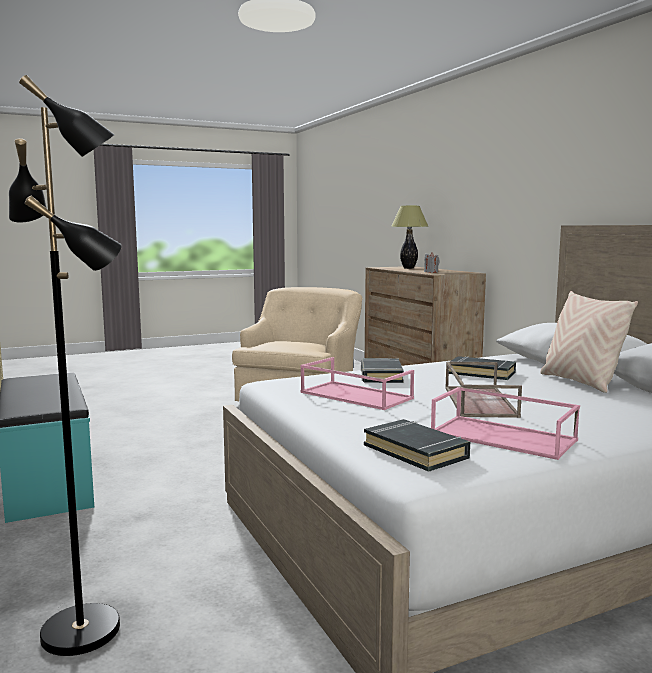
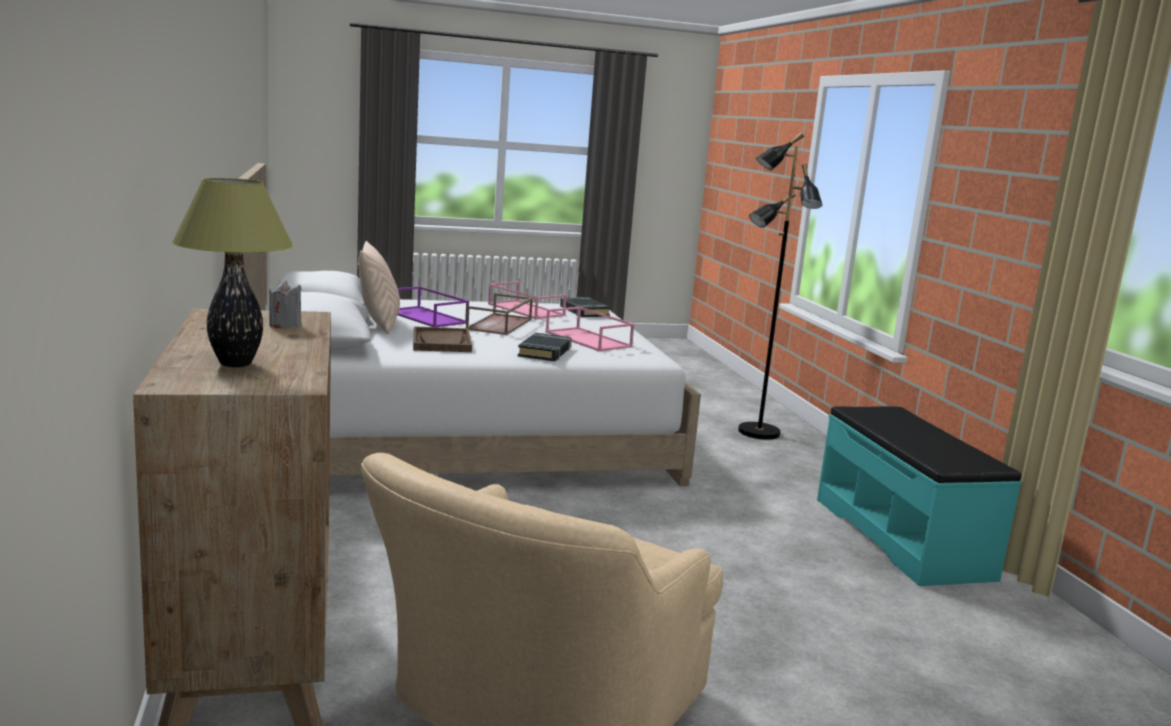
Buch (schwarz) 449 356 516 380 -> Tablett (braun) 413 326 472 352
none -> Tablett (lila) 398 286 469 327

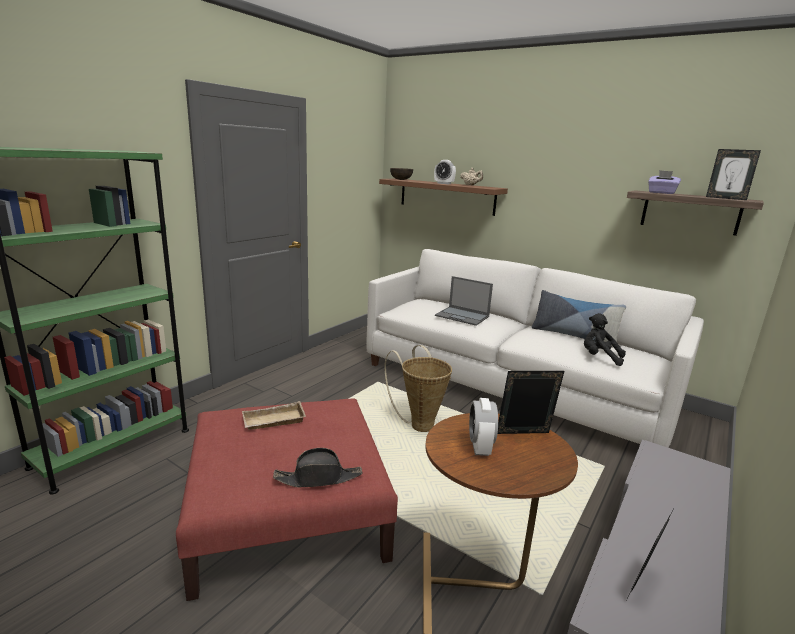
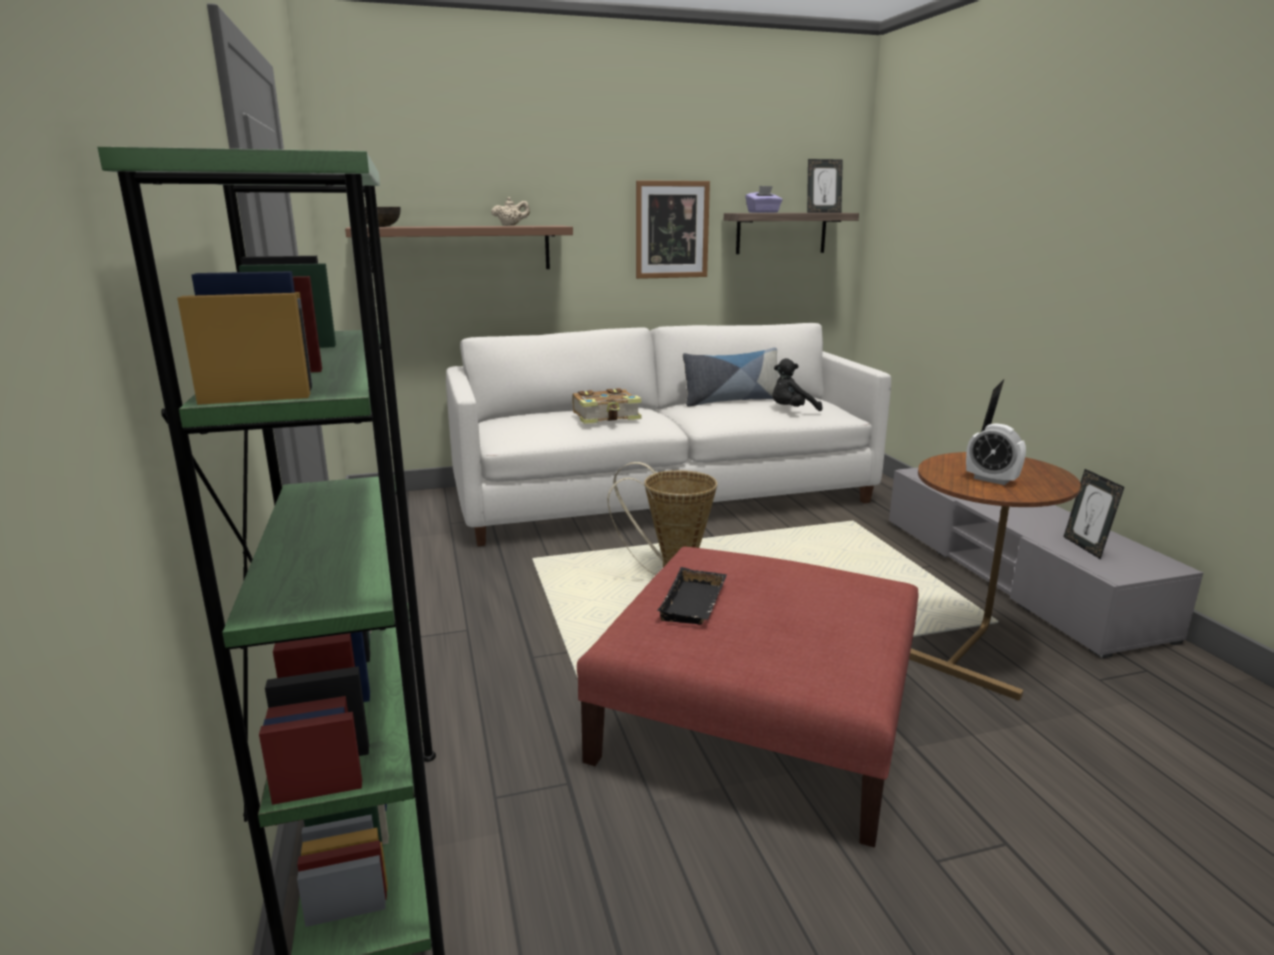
Tablett (beige) 242 401 306 430 -> Tablett (schwarz) 657 567 727 625
Hut (schwarz) 273 448 363 487 -> none
Wecker 434 160 456 184 -> none
Laptop 435 276 493 326 -> Buch 572 388 642 424
none -> Bild 636 180 710 279

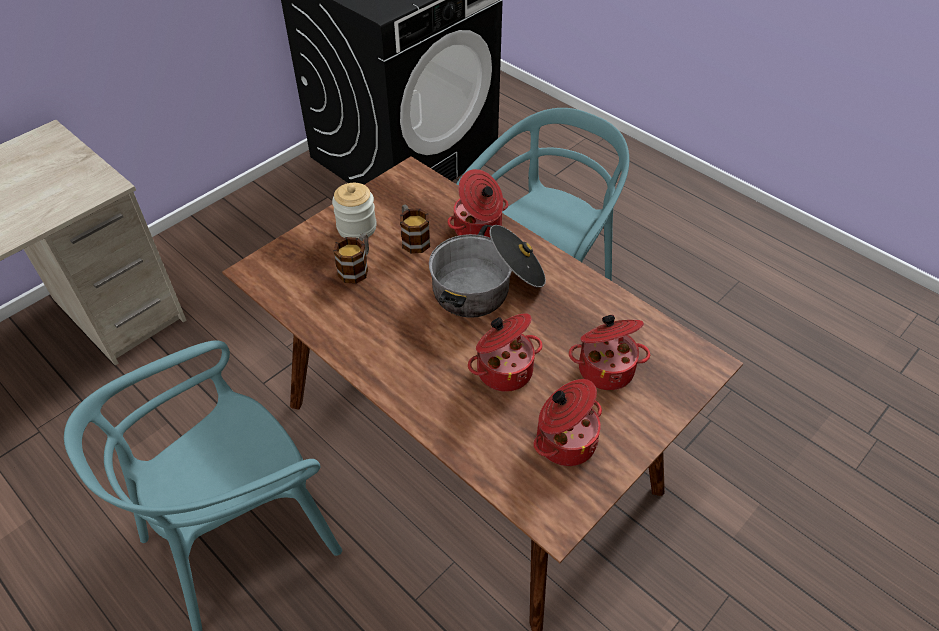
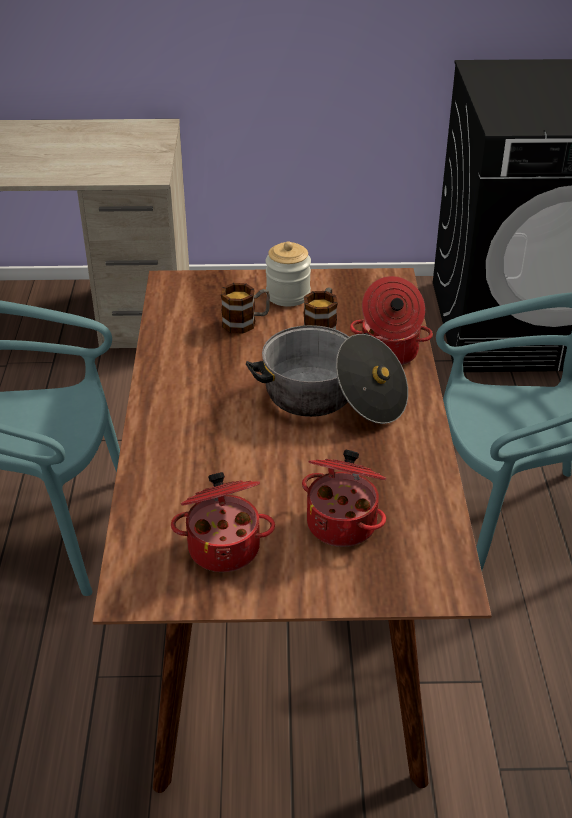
Kochtopf 468 313 543 392 -> none

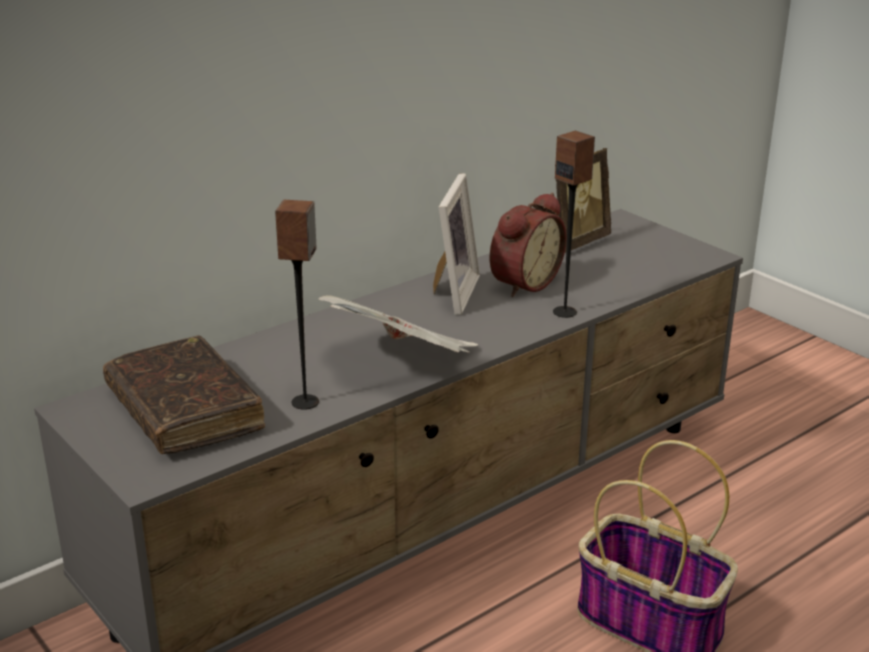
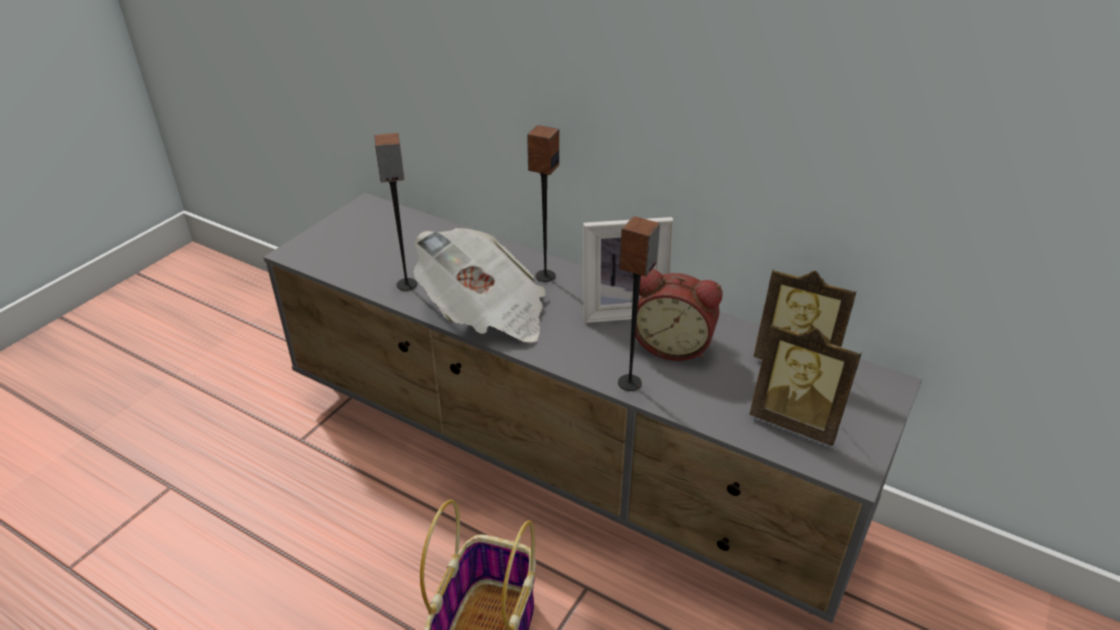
Buch (braun) 103 336 265 454 -> none
none -> Lautsprecher 527 125 559 282
none -> Bilderrahmen 750 322 862 446

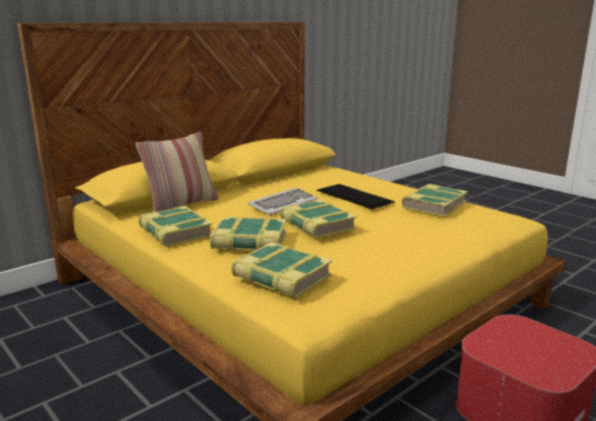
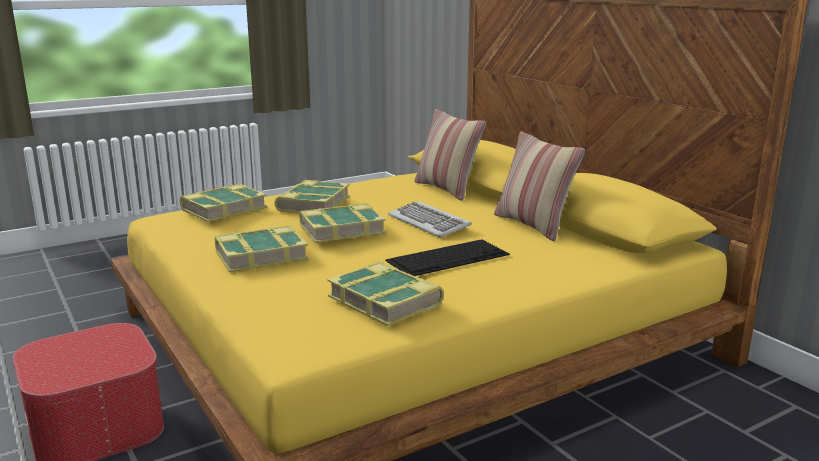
Buch 138 206 212 247 -> Buch 215 225 308 272, shifted
none -> Kissen 494 131 585 241

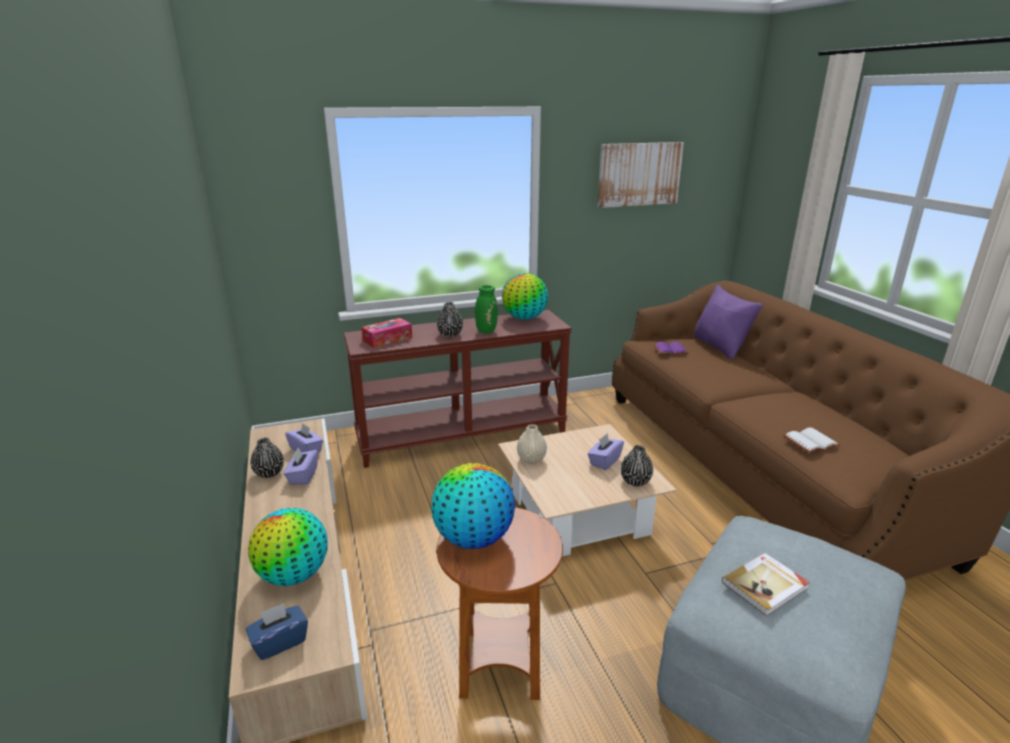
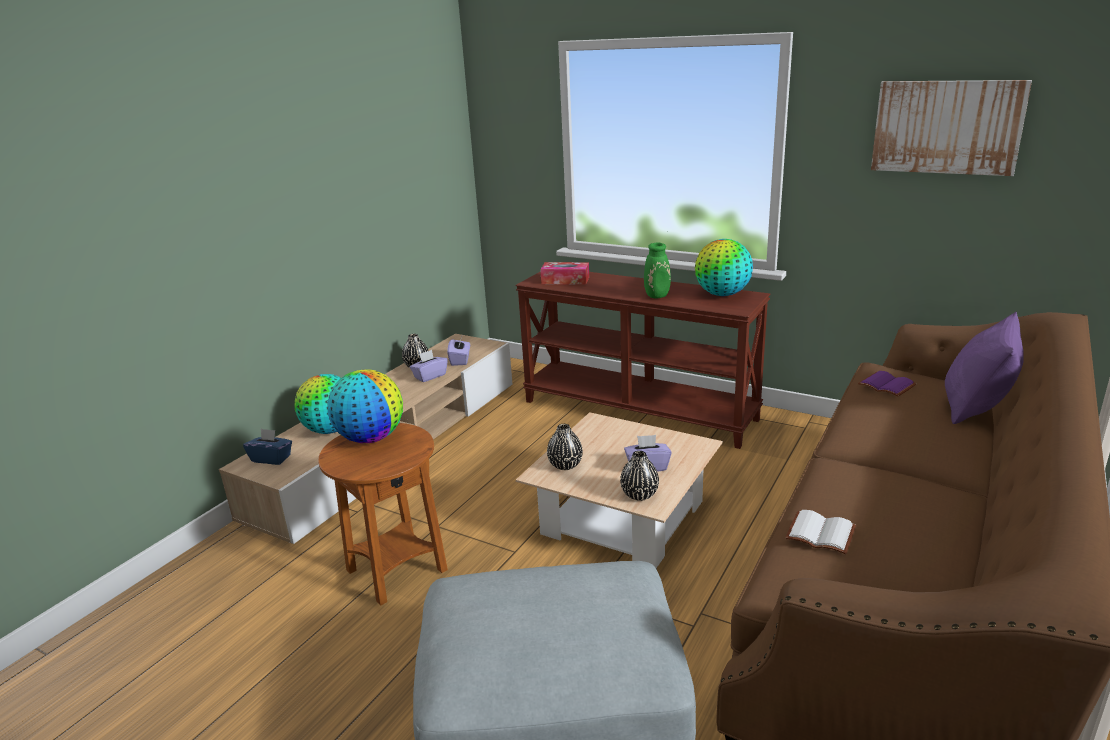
Vase (schwarz) 437 302 463 337 -> Vase (schwarz) 547 424 583 470, shifted
Vase (beige) 517 424 547 464 -> none
Buch 722 553 810 616 -> none

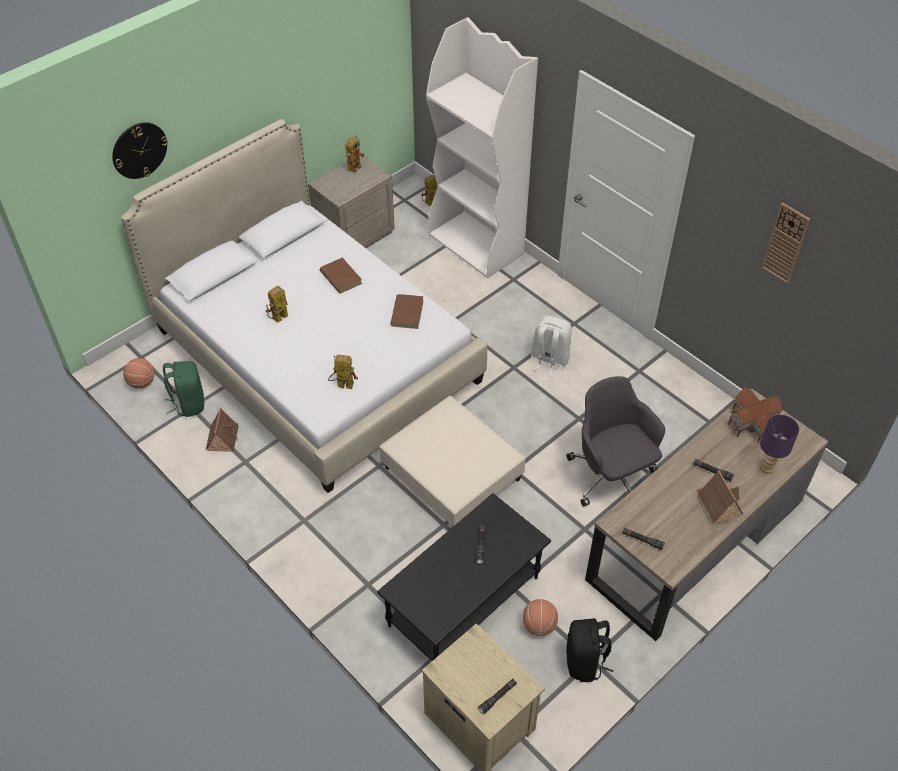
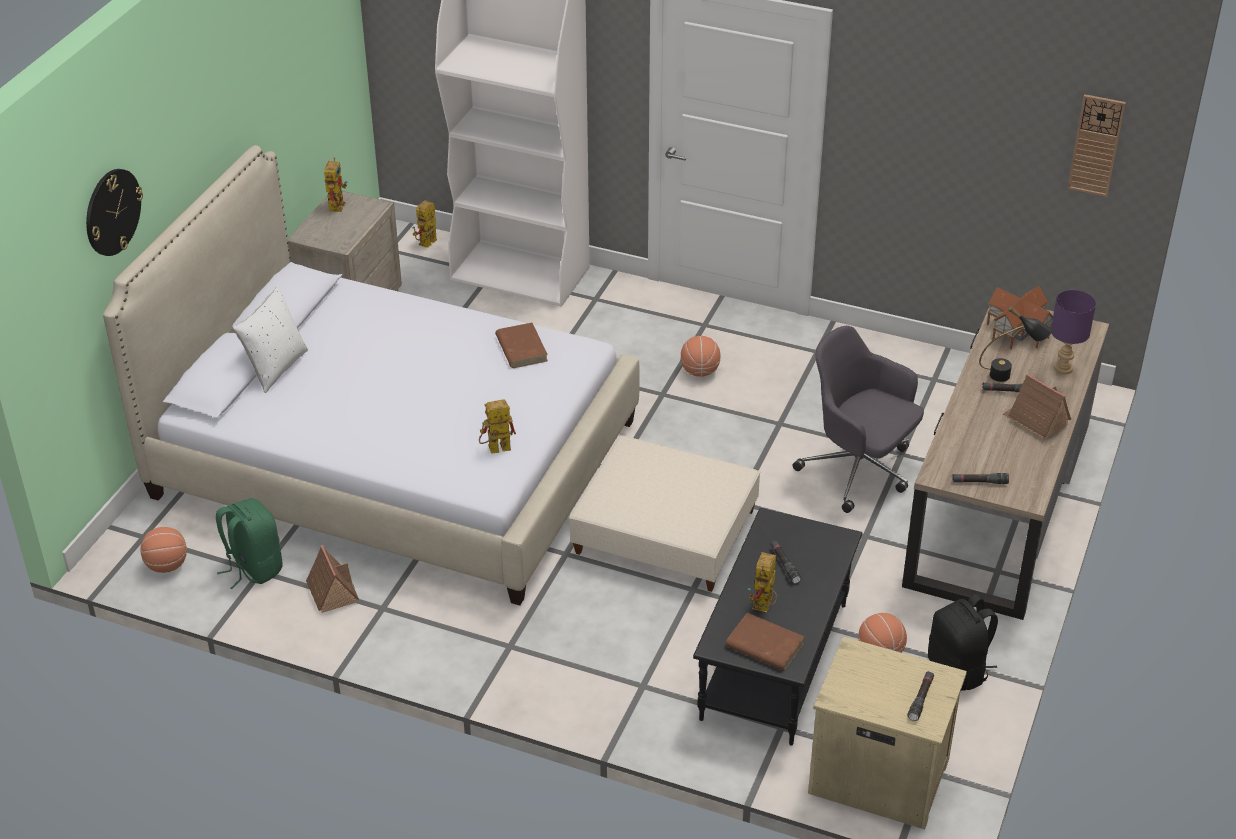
Spielzeugroboter 265 285 288 323 -> Spielzeugroboter 748 552 777 612, shifted
Buch (braun) 320 257 362 294 -> Buch (braun) 725 613 805 671, shifted
Rucksack (weiß) 531 316 572 376 -> Basketball 681 336 721 377
Wanduhr 762 202 810 284 -> Wanduhr 1067 94 1126 197, shifted
none -> Kissen (weiß) 233 286 308 393
none -> Tischlampe (schwarz) 979 306 1052 382

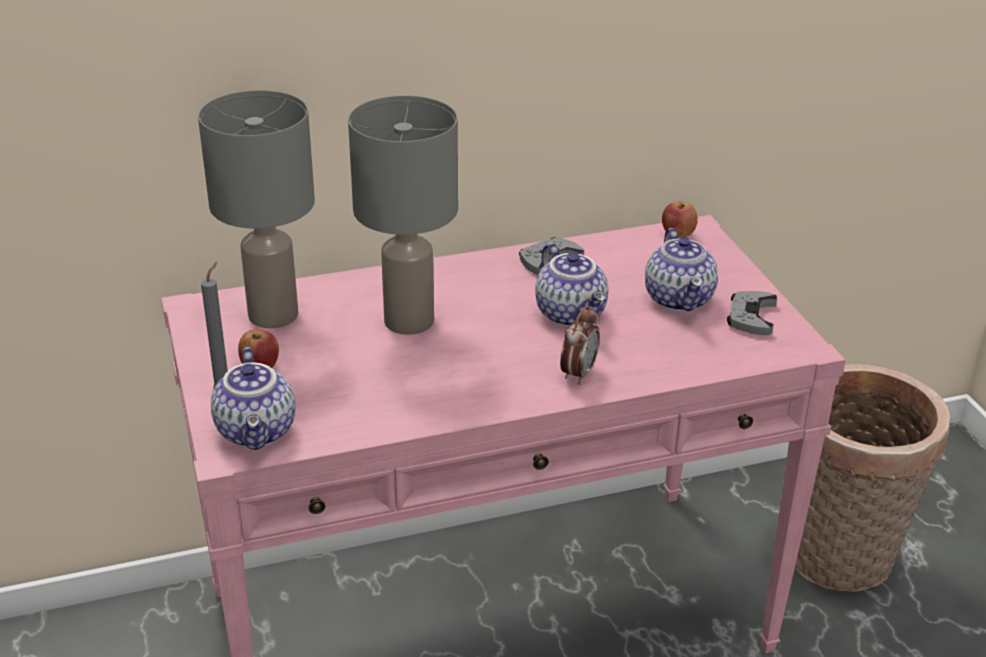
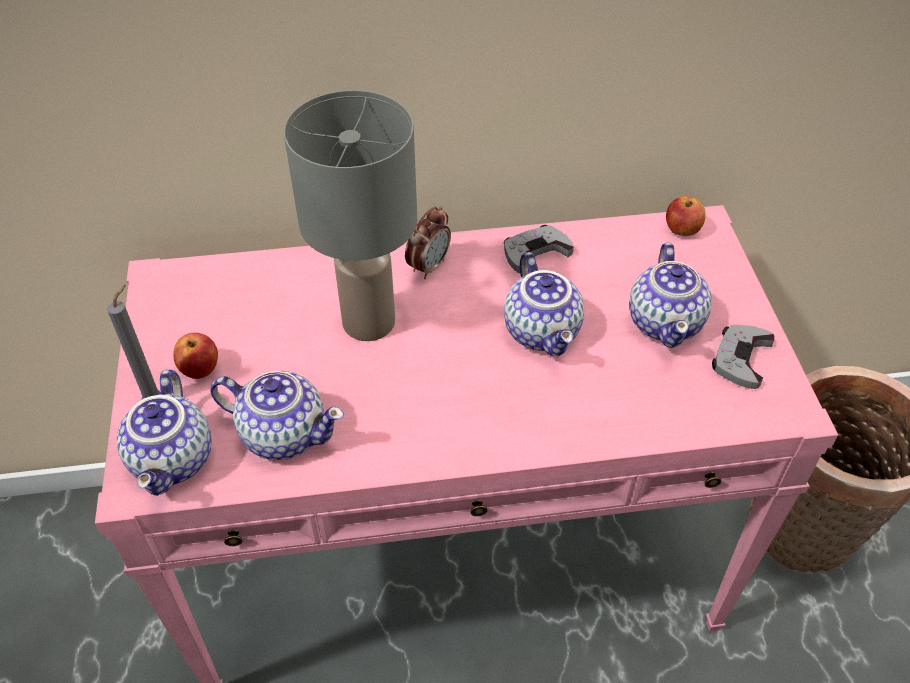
Tischlampe (grau) 198 90 315 328 -> none
Wecker 560 306 600 385 -> Wecker 405 206 451 279, shifted
none -> Teekanne 210 371 344 460

